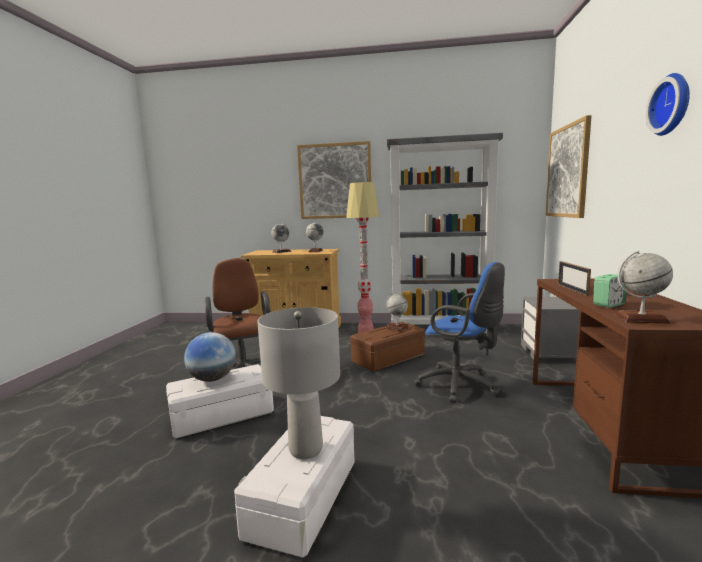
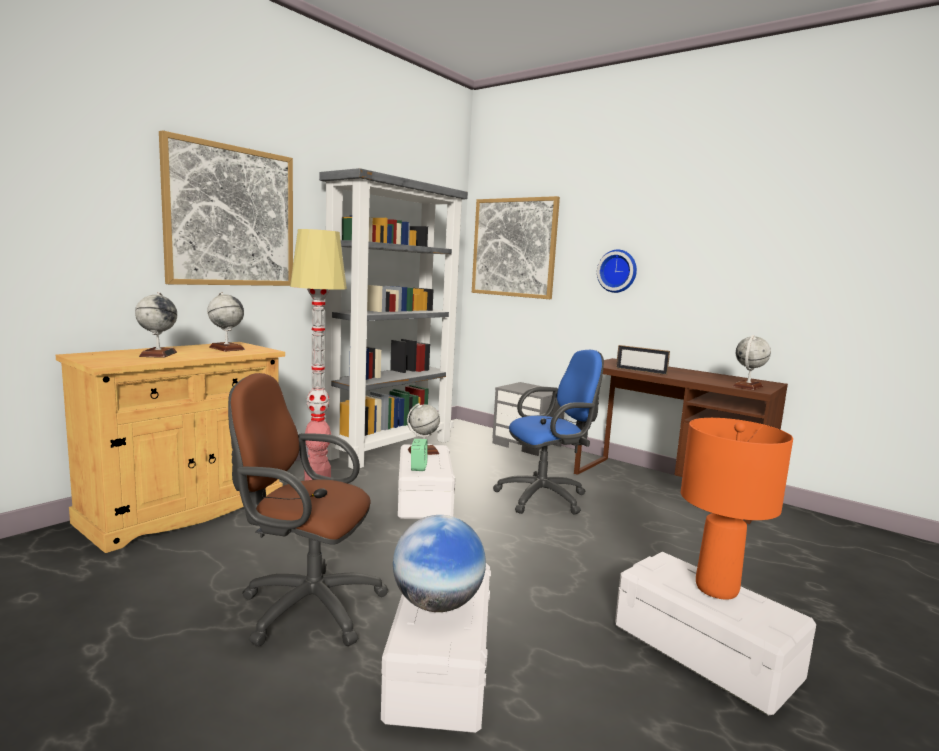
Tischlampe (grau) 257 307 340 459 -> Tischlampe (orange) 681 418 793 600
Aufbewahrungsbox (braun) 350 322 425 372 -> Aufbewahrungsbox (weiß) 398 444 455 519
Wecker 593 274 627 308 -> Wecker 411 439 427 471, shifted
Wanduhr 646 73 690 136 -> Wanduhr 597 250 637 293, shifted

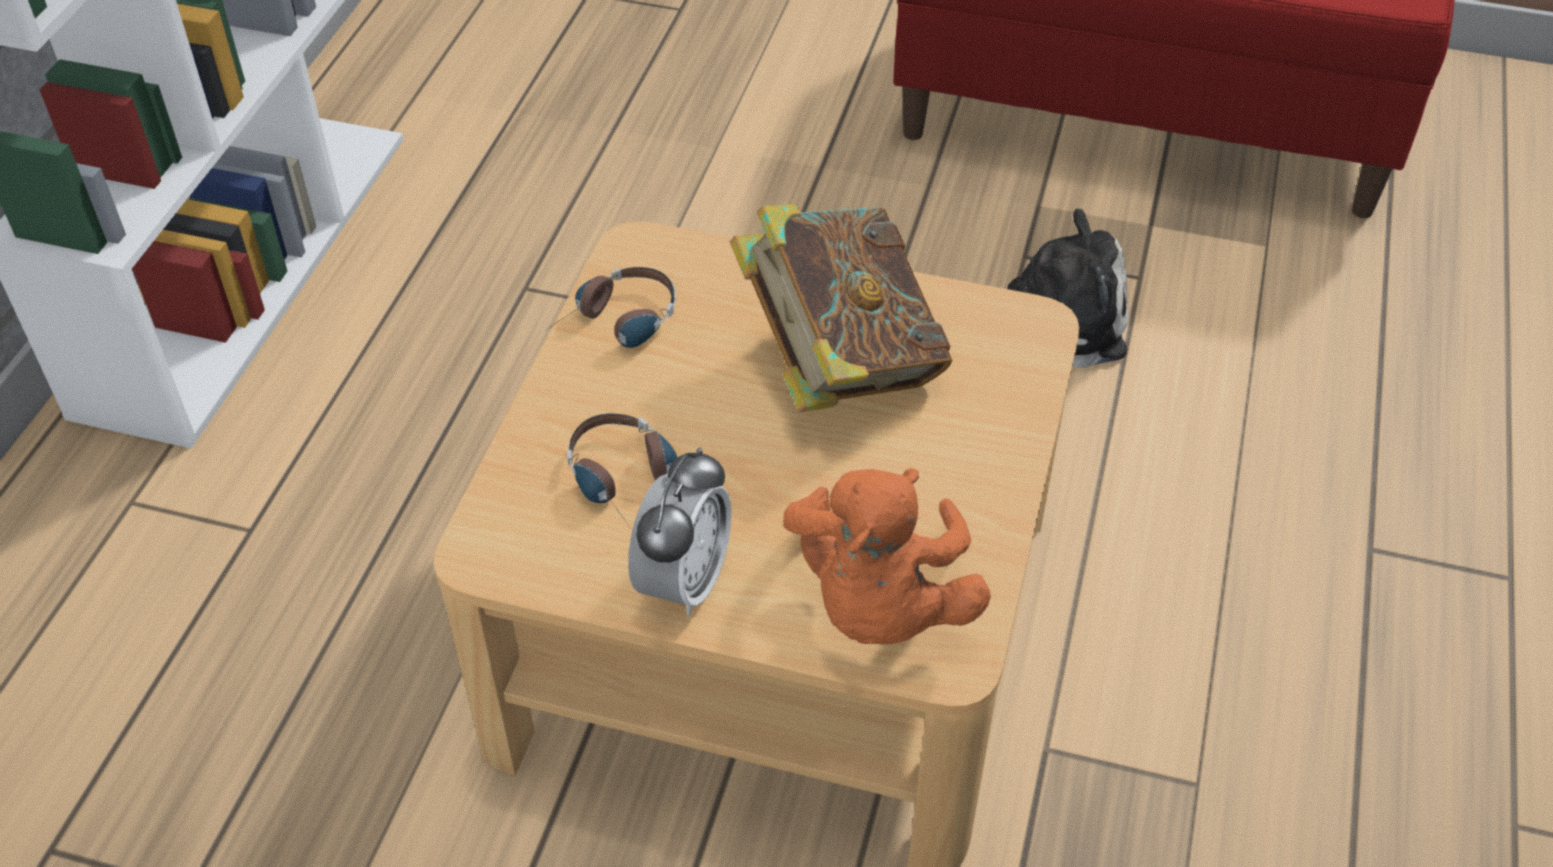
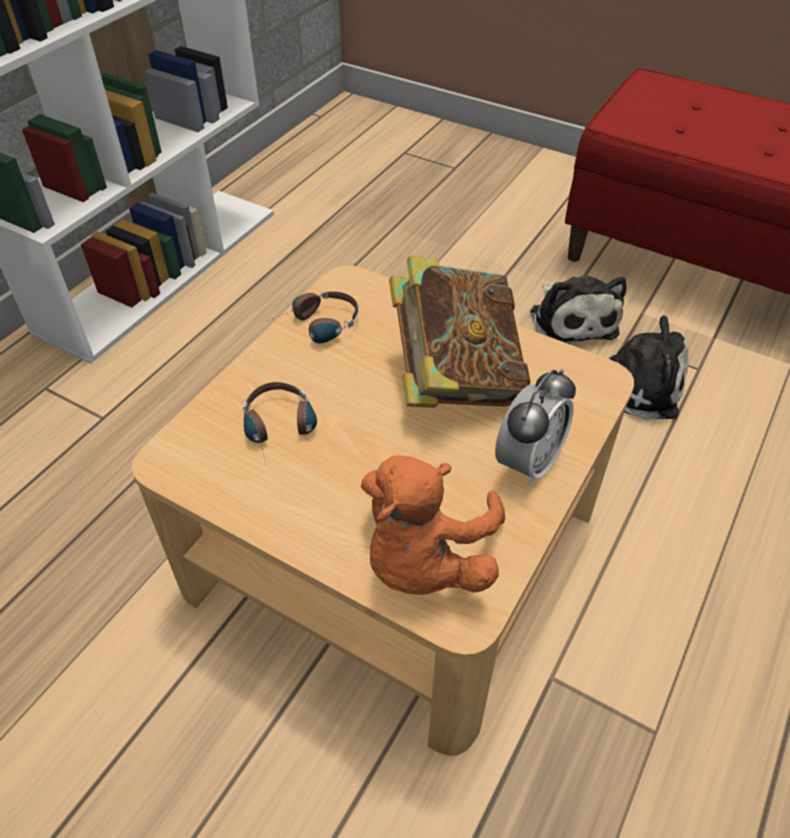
Wecker 628 447 731 616 -> Wecker 495 369 576 486, shifted
none -> Plüschtier 530 276 626 344

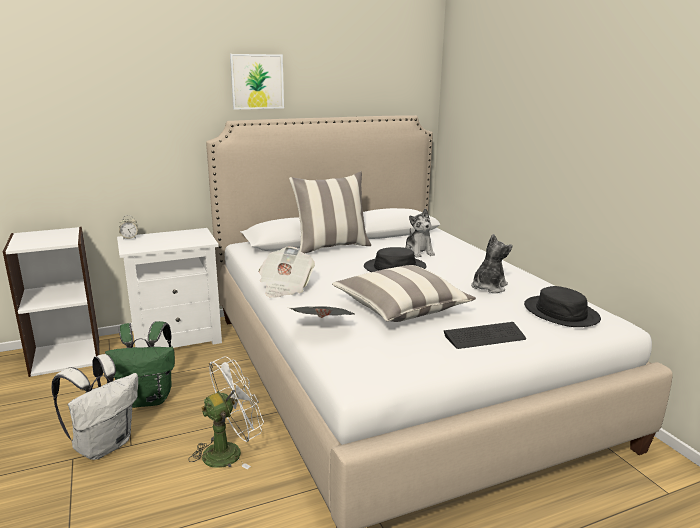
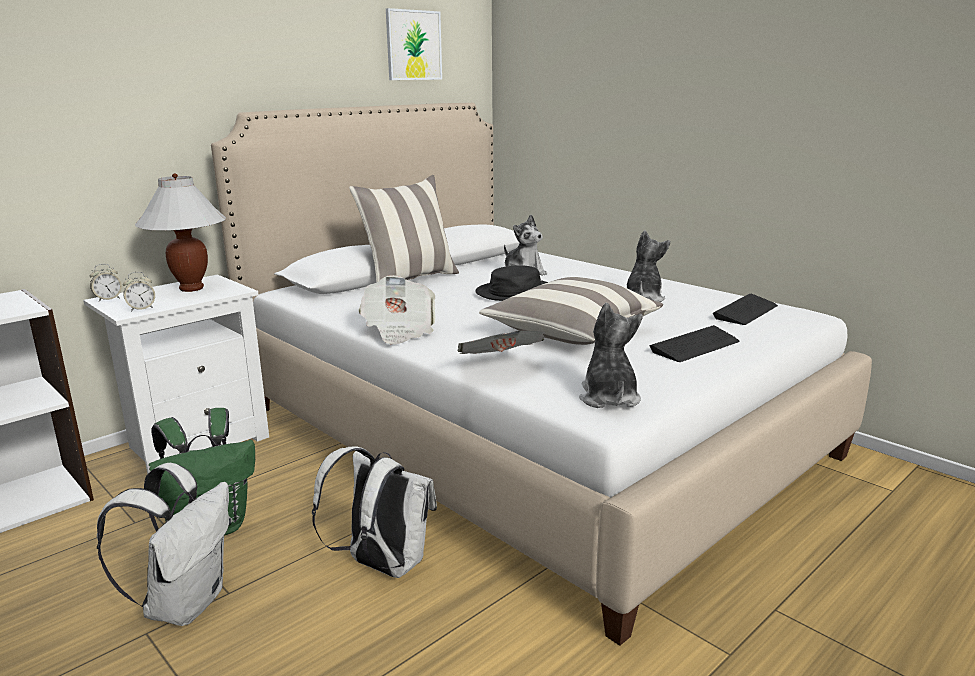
Ventilator (weiß) 188 356 264 469 -> Rucksack (weiß) 312 446 437 578
Bild 230 54 284 110 -> Bild 386 8 442 80, shifted
Hut (schwarz) 524 286 601 327 -> Tastatur 713 294 778 325
none -> Wecker 123 272 155 312
none -> Tischlampe (weiß) 135 173 226 292
none -> Plüschtier 579 303 643 408

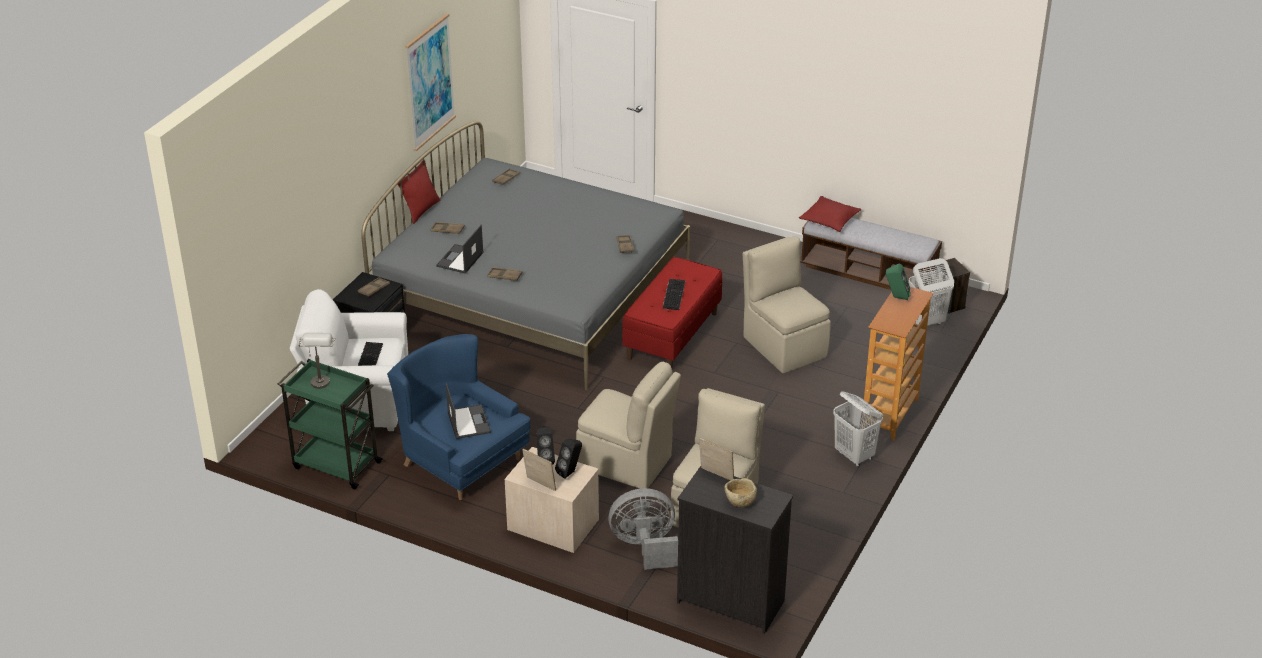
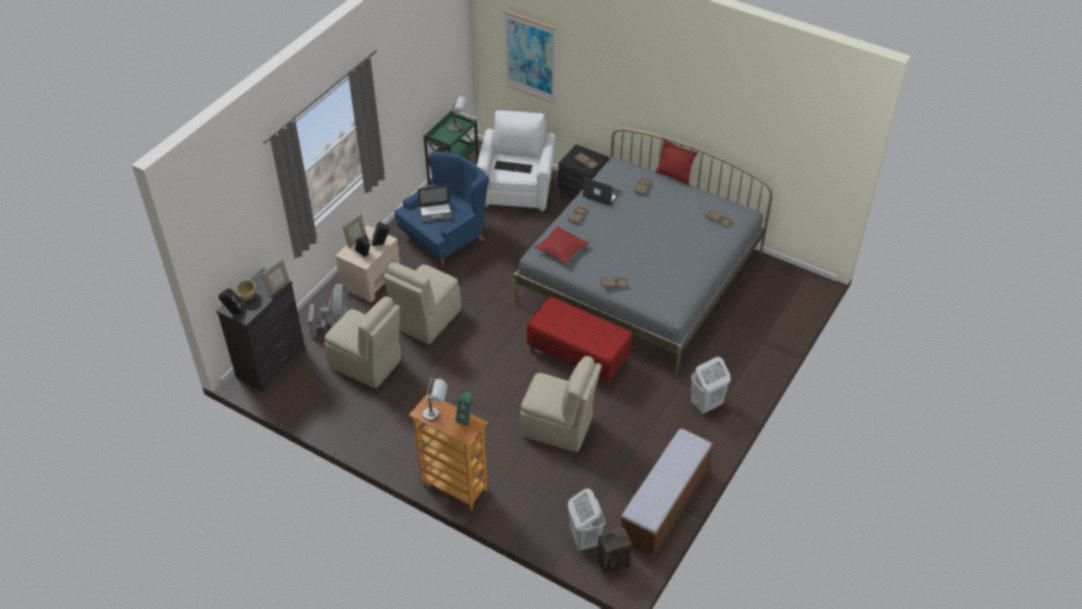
Bild 405 14 456 151 -> Bild 504 10 556 103, shifted
Tastatur 663 279 686 310 -> none
Stuhl (beige) 743 236 831 373 -> Stuhl (beige) 520 356 602 452, 45 degrees clockwise
Kissen (rot) 799 196 861 232 -> Kissen (rot) 534 226 590 265, shifted
Wäschekorb (weiß) 833 391 883 467 -> Wäschekorb (weiß) 691 357 731 414, shifted
none -> Lautsprecher (schwarz) 218 288 244 314
none -> Tischlampe (grau) 423 379 447 421

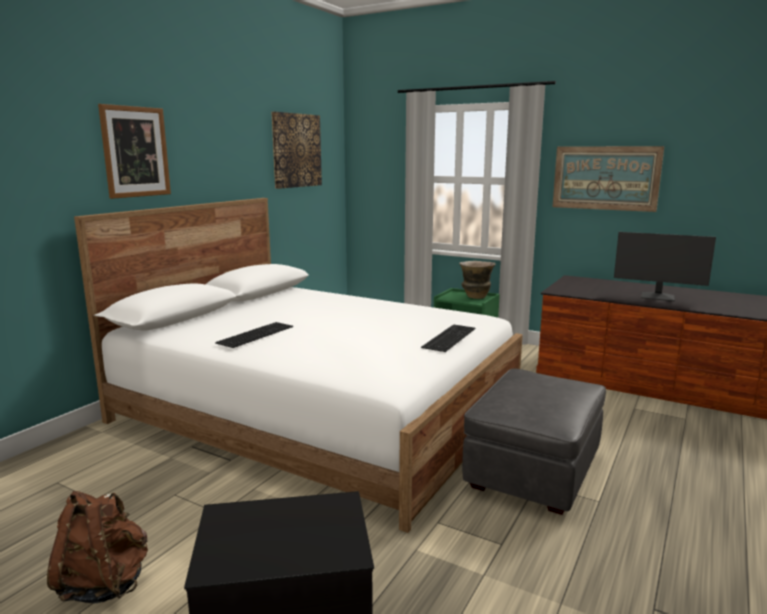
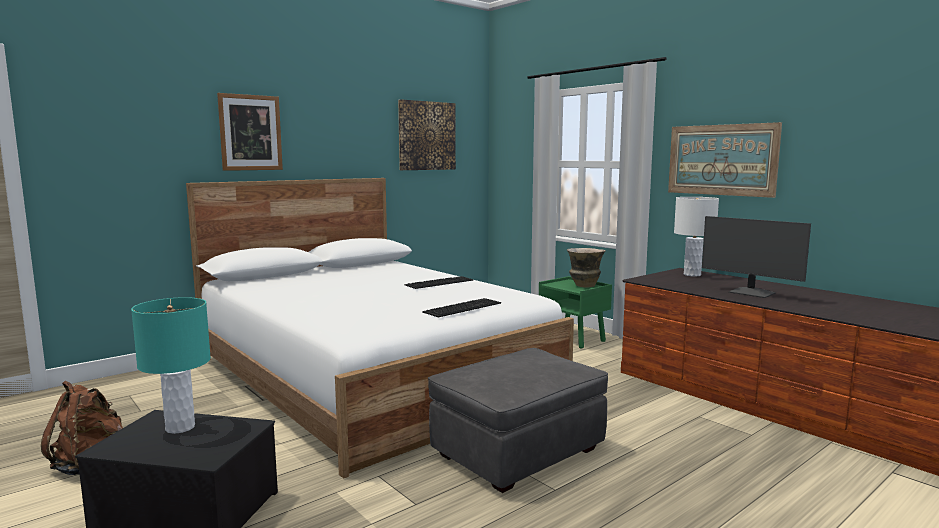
Tastatur 215 322 293 348 -> Tastatur 405 276 474 289, shifted
none -> Tischlampe (türkis) 131 297 211 434
none -> Tischlampe (weiß) 674 197 719 276

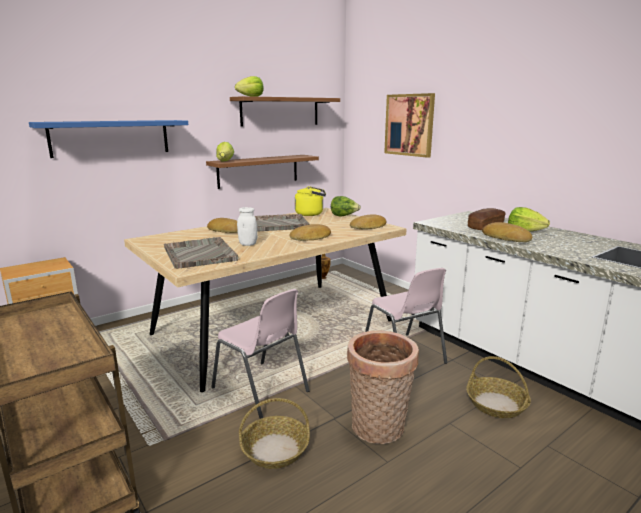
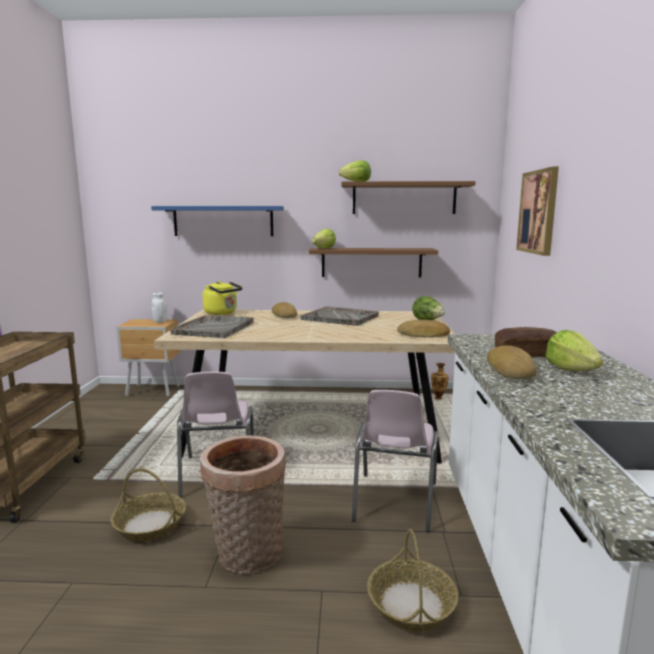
Vorratsglas (weiß) 237 207 258 246 -> Vorratsglas (weiß) 151 292 167 323, shifted
Brot 289 224 331 241 -> none
Wasserkessel (gelb) 295 186 326 216 -> Wasserkessel (gelb) 203 281 243 315, shifted

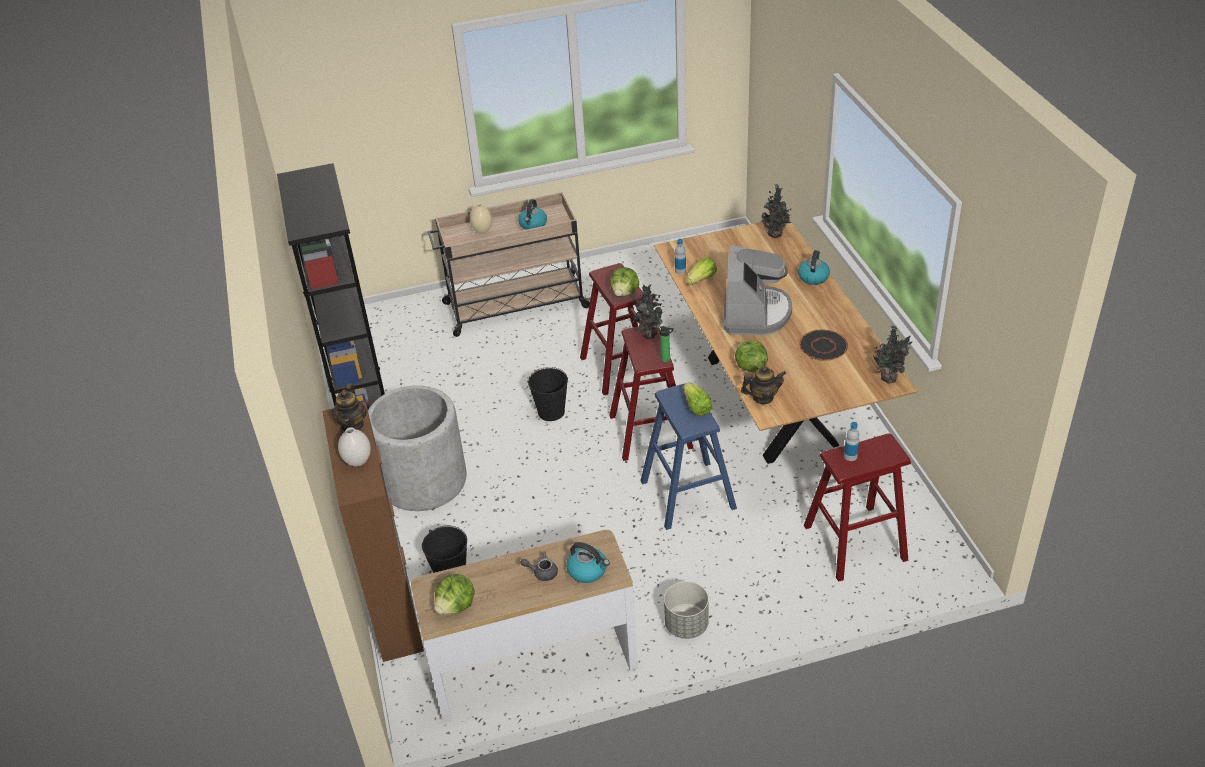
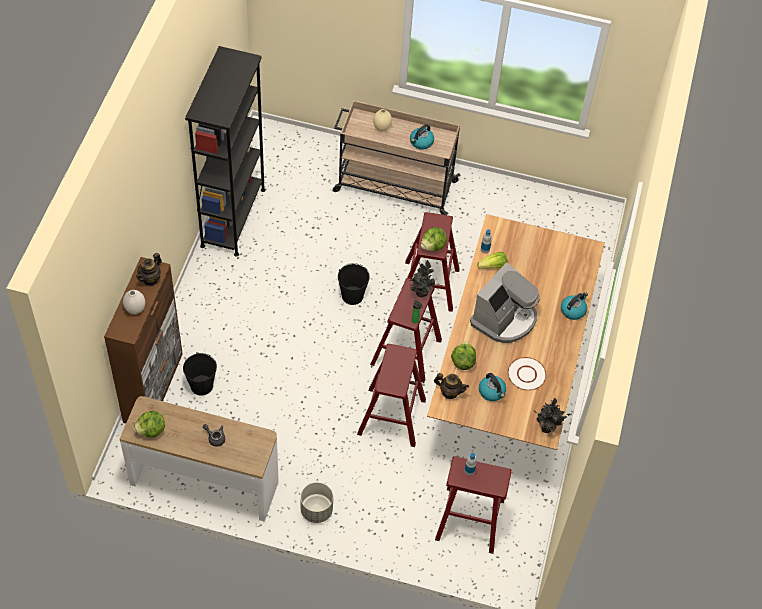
Pflanzkübel (grau) 368 385 467 511 -> none
Wasserkessel 566 542 610 583 -> Wasserkessel 479 373 506 401, shifted
Hocker (blau) 640 384 737 530 -> Hocker (rot) 357 344 426 447
Salatkopf 683 383 712 416 -> none
Topfpflanze 762 184 792 238 -> none
Teller (schwarz) 799 330 848 361 -> Teller (weiß) 508 357 547 391

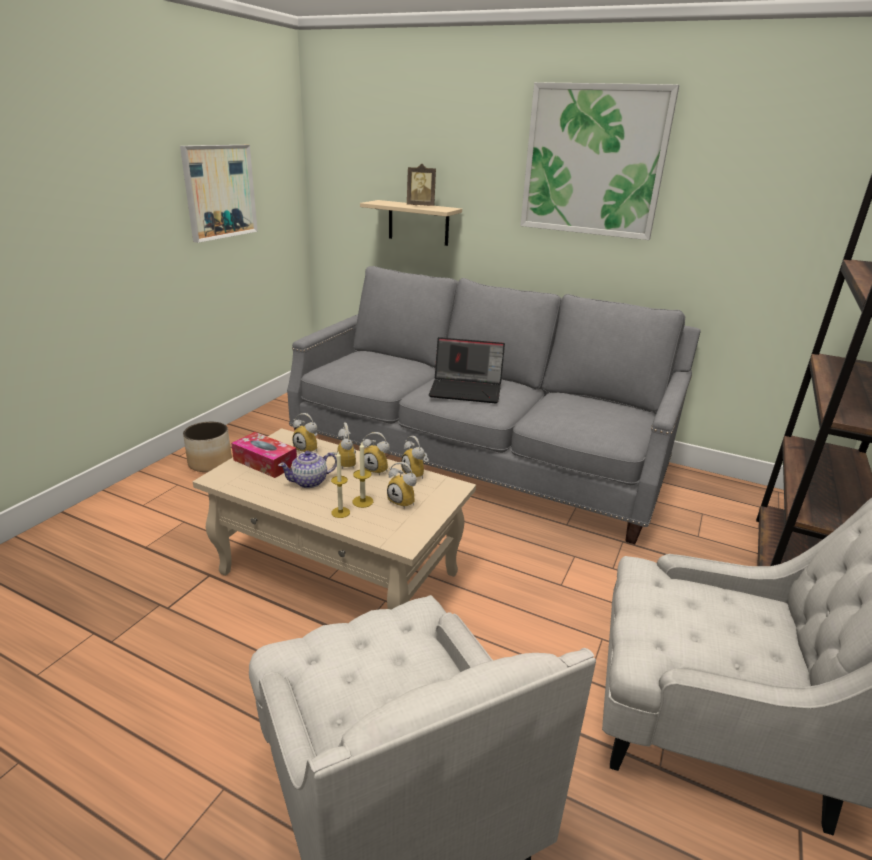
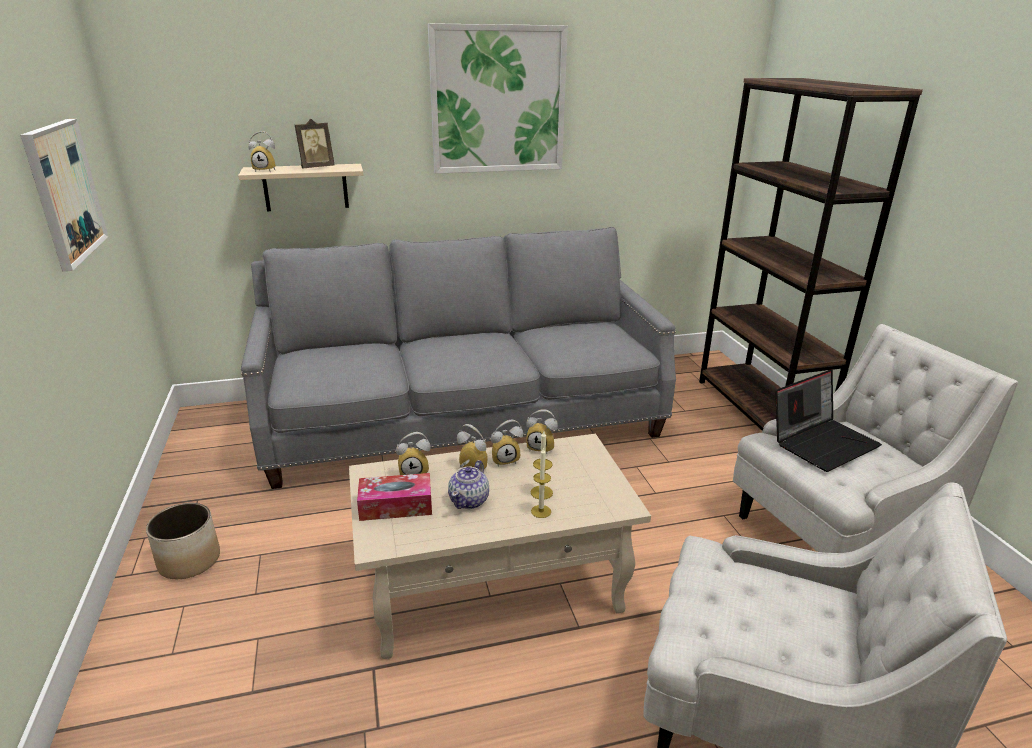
Wecker 387 462 417 509 -> Wecker 248 131 276 172, shifted
Laptop 429 337 505 403 -> Laptop 775 369 882 472, shifted

